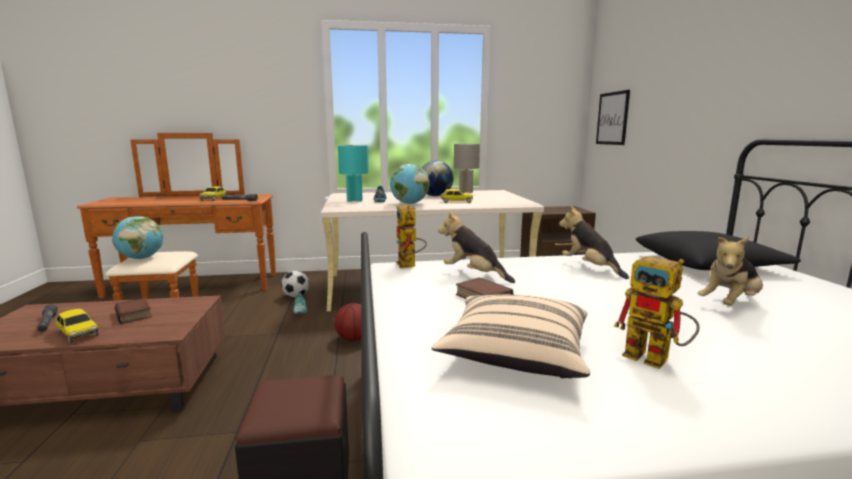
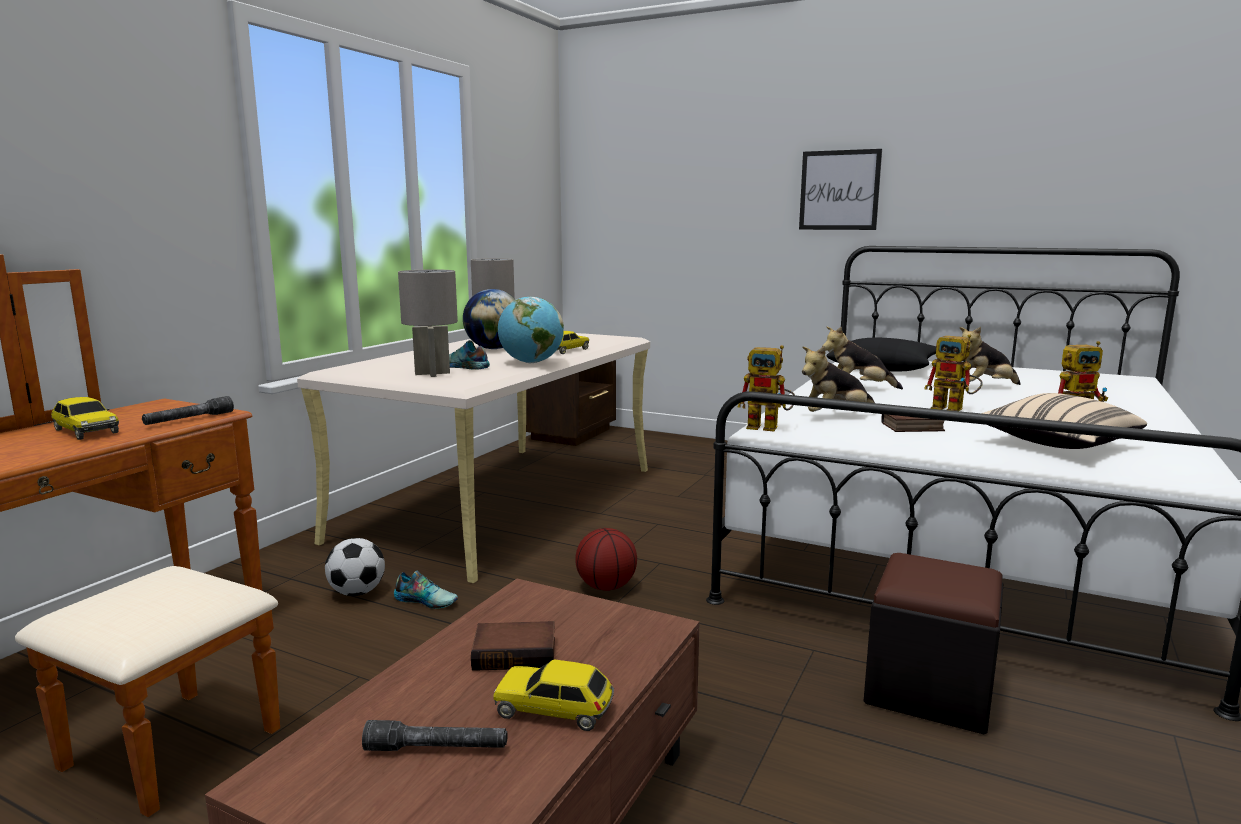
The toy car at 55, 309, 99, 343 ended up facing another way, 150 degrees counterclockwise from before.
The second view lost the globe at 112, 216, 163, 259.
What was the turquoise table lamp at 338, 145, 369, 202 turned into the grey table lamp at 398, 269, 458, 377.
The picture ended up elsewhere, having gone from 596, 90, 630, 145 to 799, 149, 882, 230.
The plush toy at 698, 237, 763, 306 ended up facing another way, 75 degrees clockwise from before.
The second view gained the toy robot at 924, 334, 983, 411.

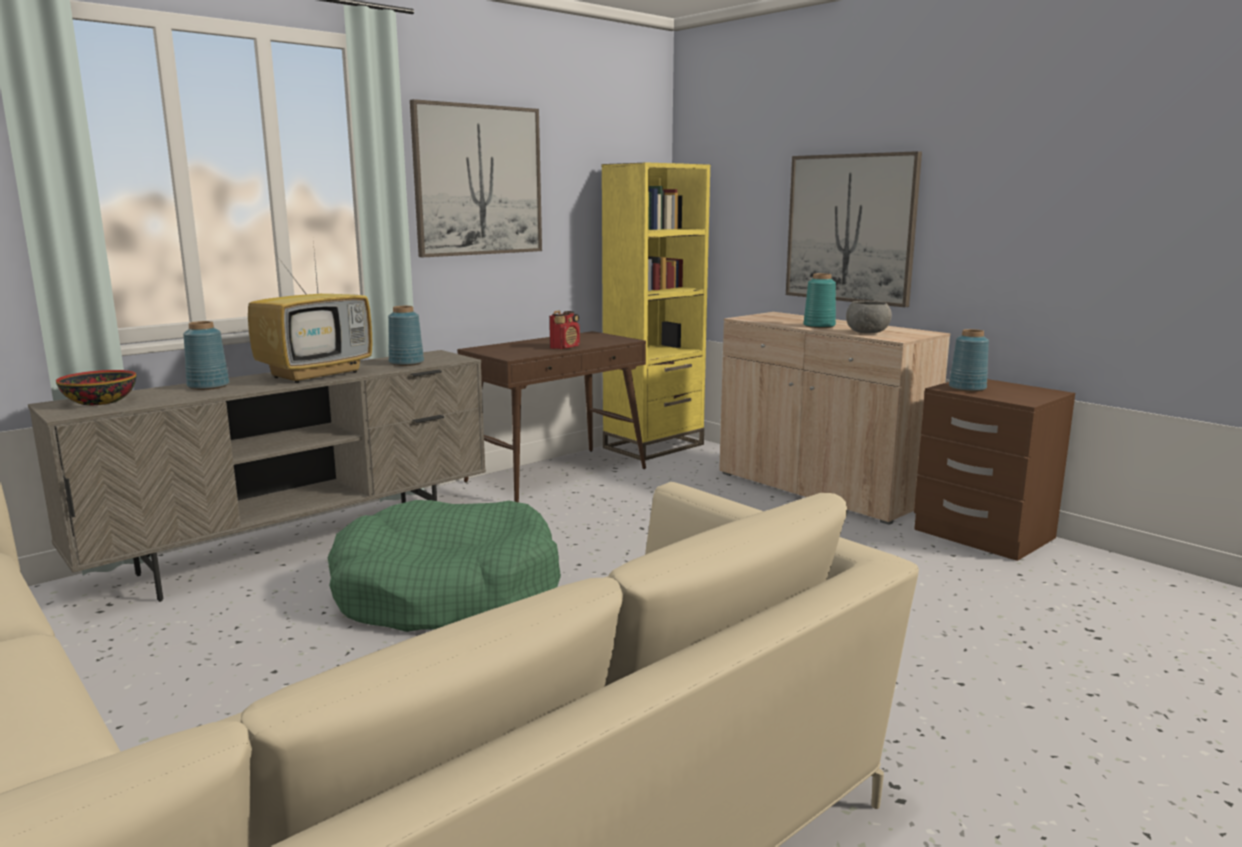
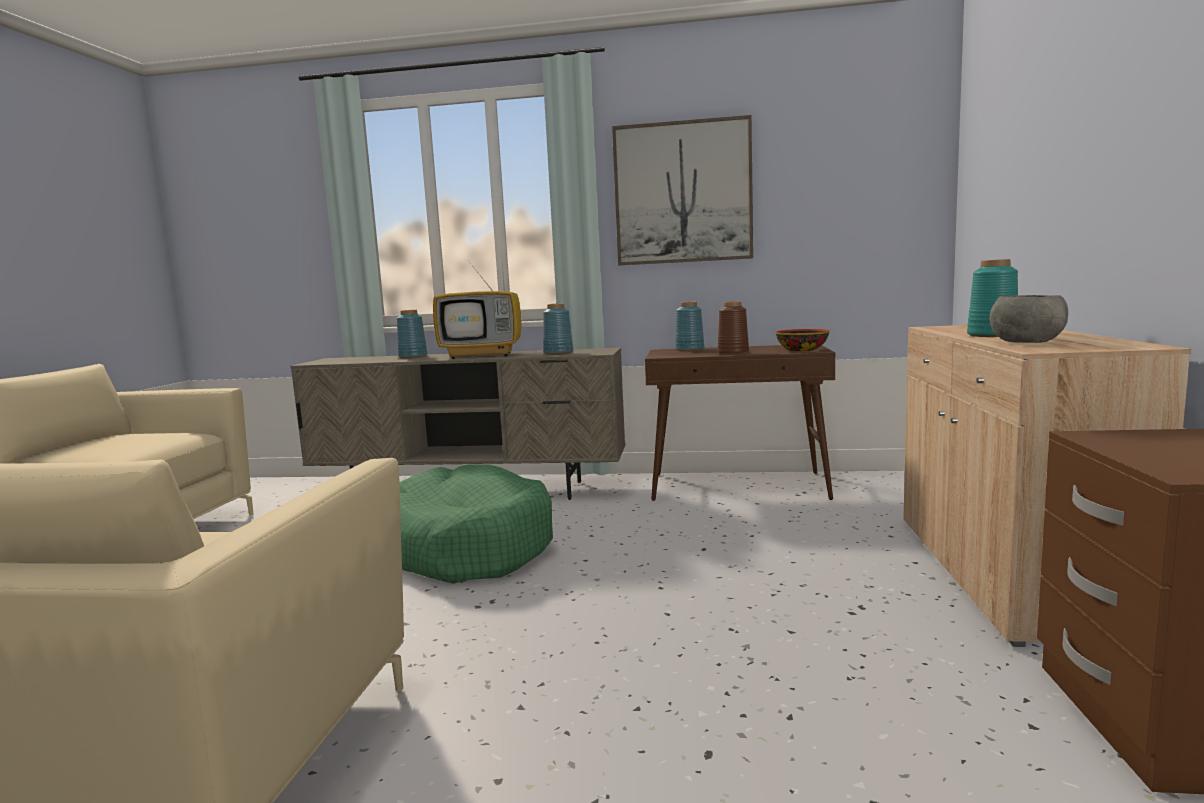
The bowl ended up elsewhere, having gone from 56, 370, 136, 405 to 776, 329, 829, 351.
Where the radio stood at 549, 310, 580, 349, the brown vase came to stand at 717, 301, 749, 355.
The second view lost the yellow bookcase at 602, 162, 710, 460.
The second view lost the picture at 786, 151, 922, 307.
The blue vase ended up elsewhere, having gone from 949, 329, 989, 392 to 675, 302, 704, 351.

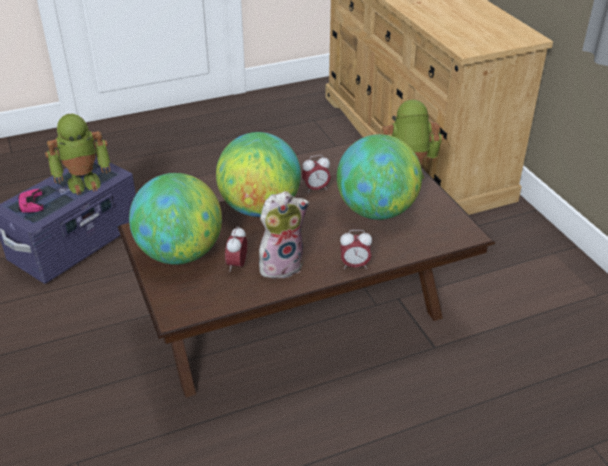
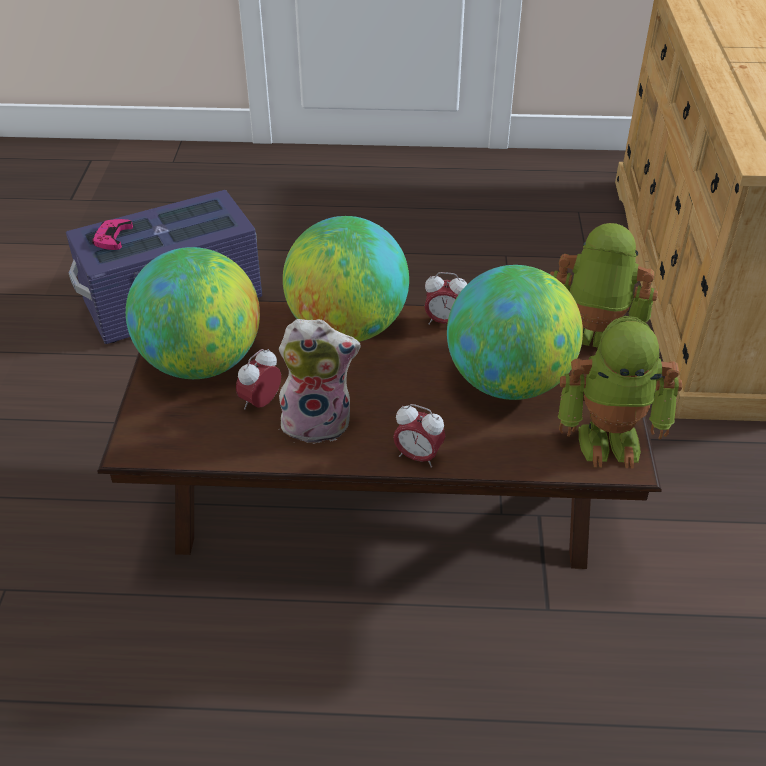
The toy robot ended up elsewhere, having gone from 45, 114, 111, 195 to 558, 316, 682, 468.

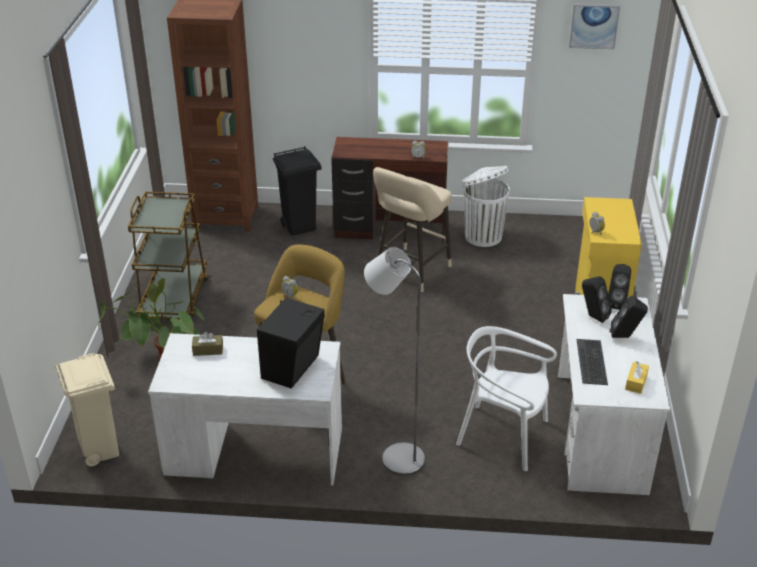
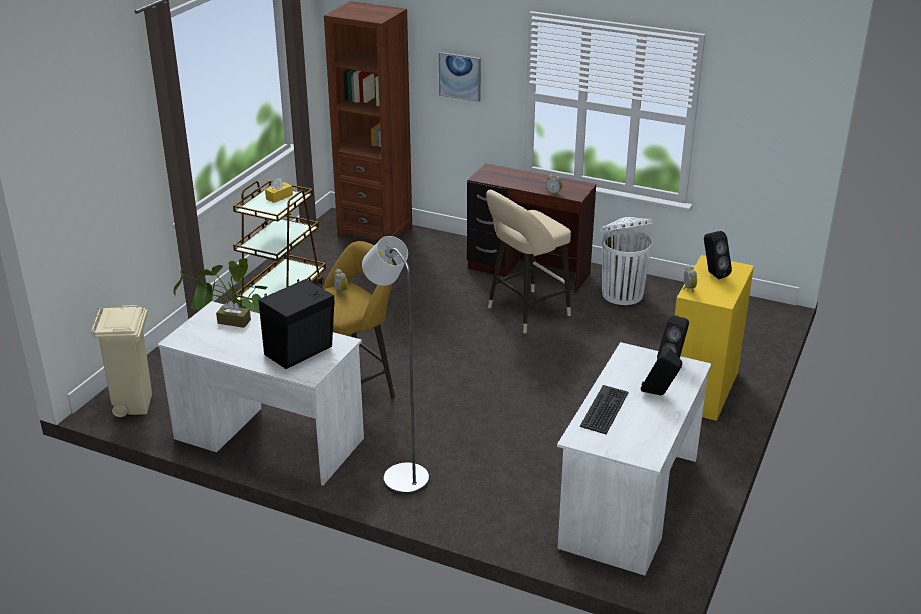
The second view lost the black trash can at 273, 146, 321, 236.
The second view lost the white chair at 456, 326, 557, 471.
The picture ended up elsewhere, having gone from 569, 4, 620, 49 to 439, 52, 481, 102.
The black speaker ended up elsewhere, having gone from 582, 276, 612, 323 to 704, 231, 732, 279.
The yellow tissue box ended up elsewhere, having gone from 625, 361, 649, 394 to 265, 178, 293, 203.

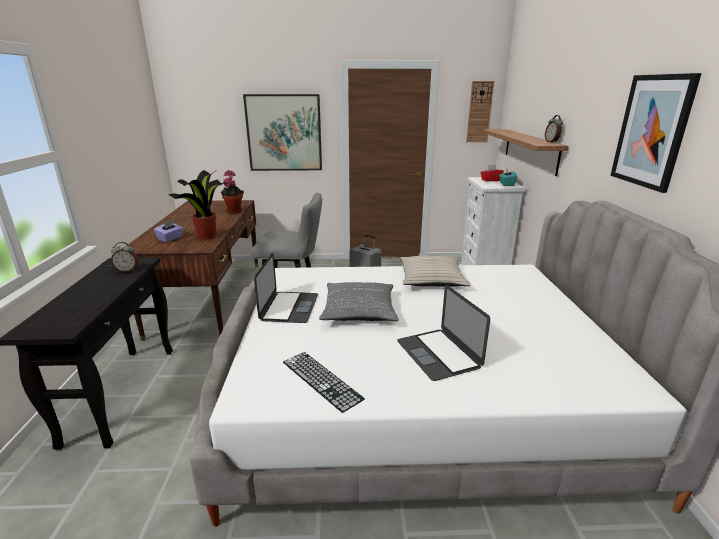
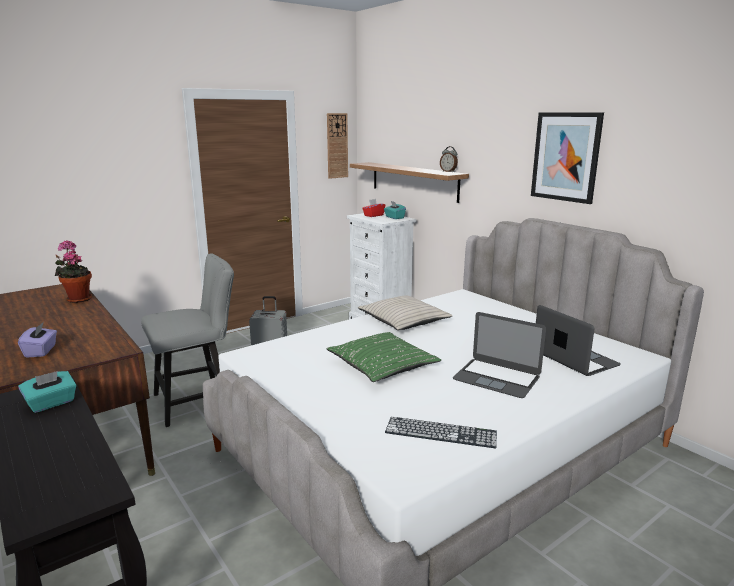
Where the alarm clock stood at 111, 242, 138, 272, the turquoise tissue box came to stand at 18, 371, 76, 413.
The second view lost the potted plant at 168, 170, 226, 240.
The second view lost the picture at 243, 94, 322, 171.
The laptop ended up elsewhere, having gone from 254, 253, 318, 323 to 536, 305, 621, 376.
What was the grey pillow at 319, 282, 399, 321 turned into the green pillow at 326, 332, 441, 382.

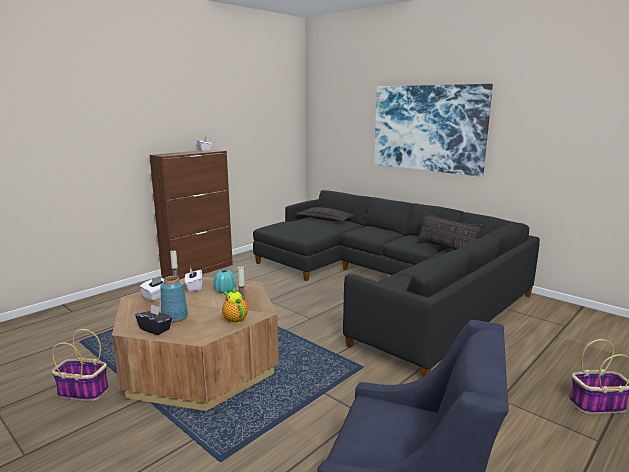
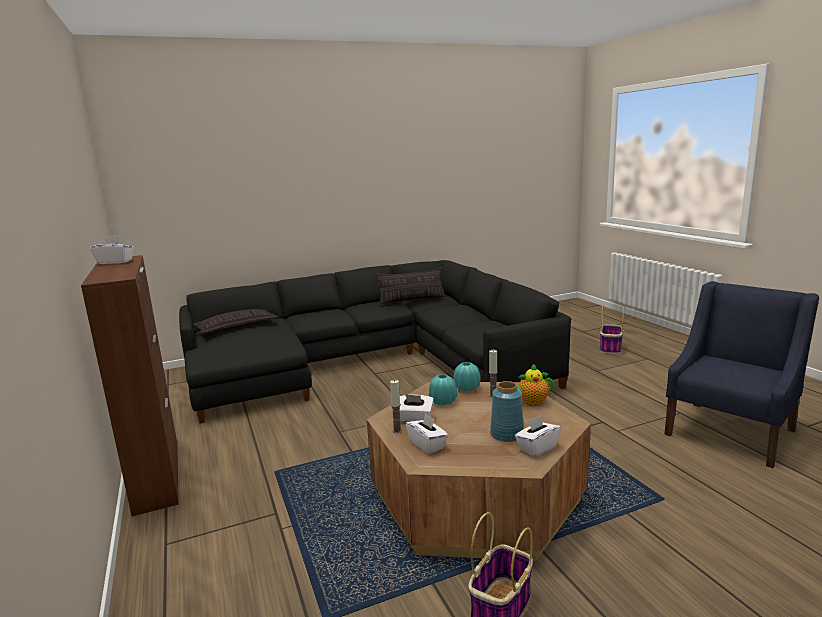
What was the black tissue box at 135, 304, 172, 335 turned into the white tissue box at 515, 415, 561, 457.
The second view lost the picture at 374, 84, 493, 176.
The second view gained the turquoise vase at 453, 362, 480, 391.

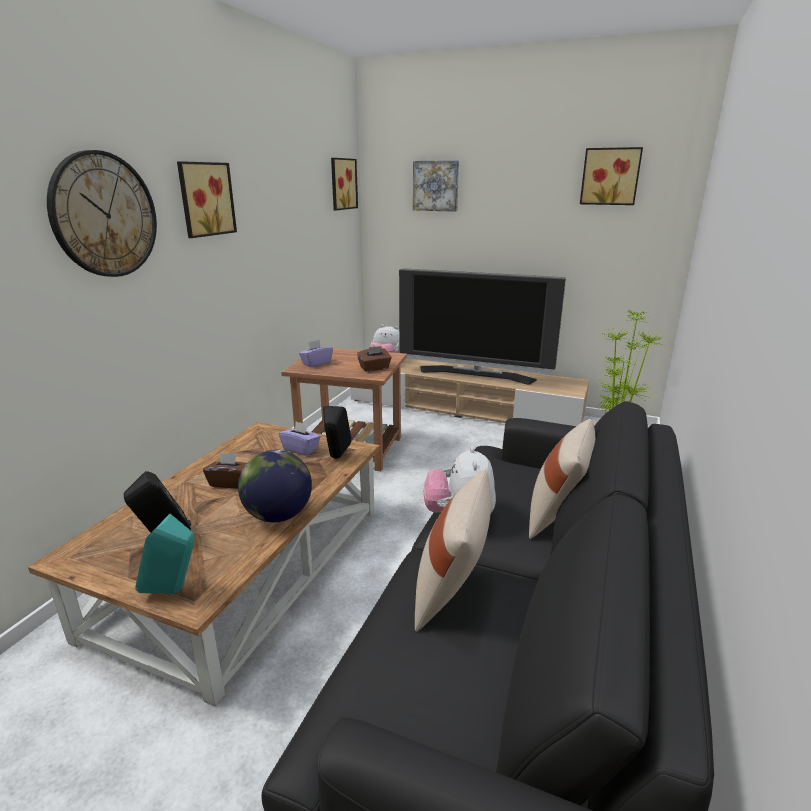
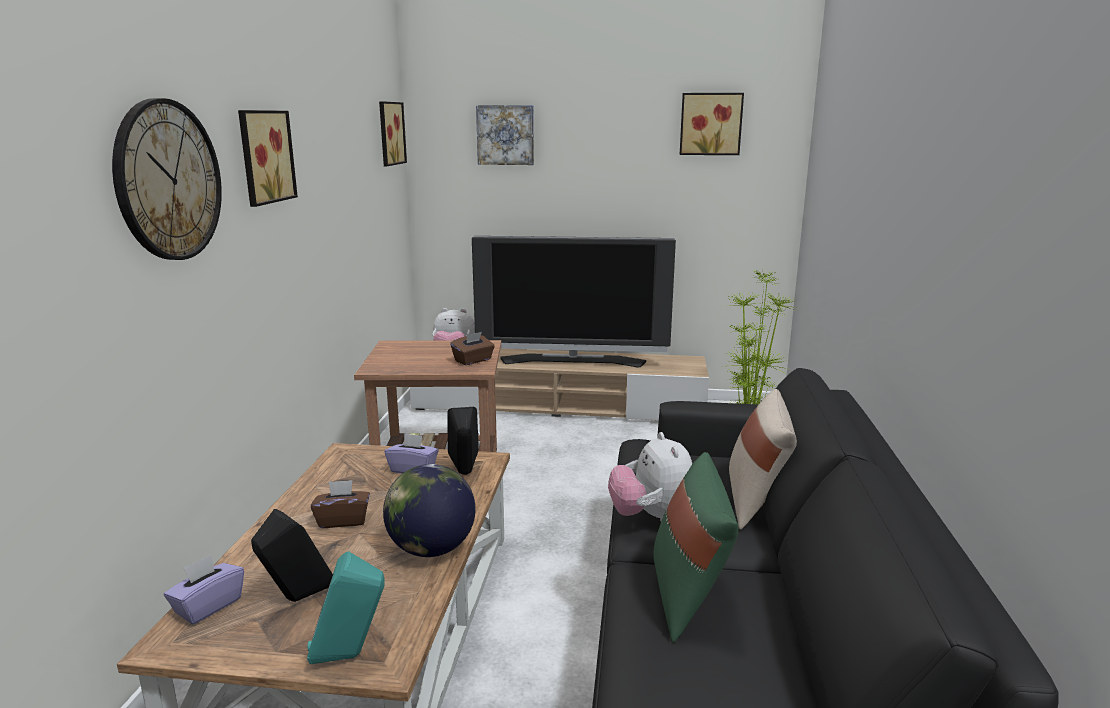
The purple tissue box ended up elsewhere, having gone from 299, 340, 333, 367 to 164, 555, 244, 625.
What was the beige pillow at 415, 471, 491, 632 turned into the green pillow at 653, 452, 739, 643.

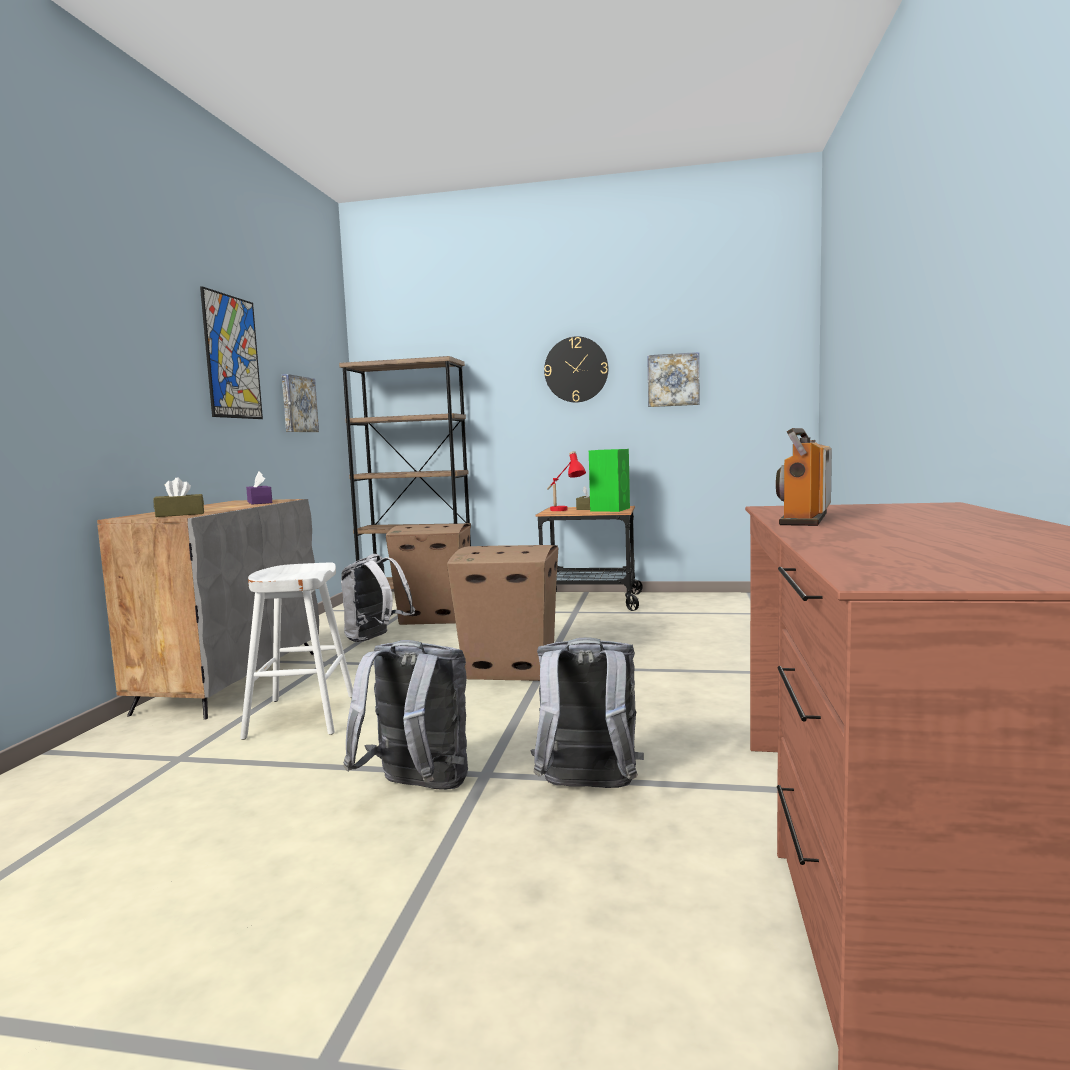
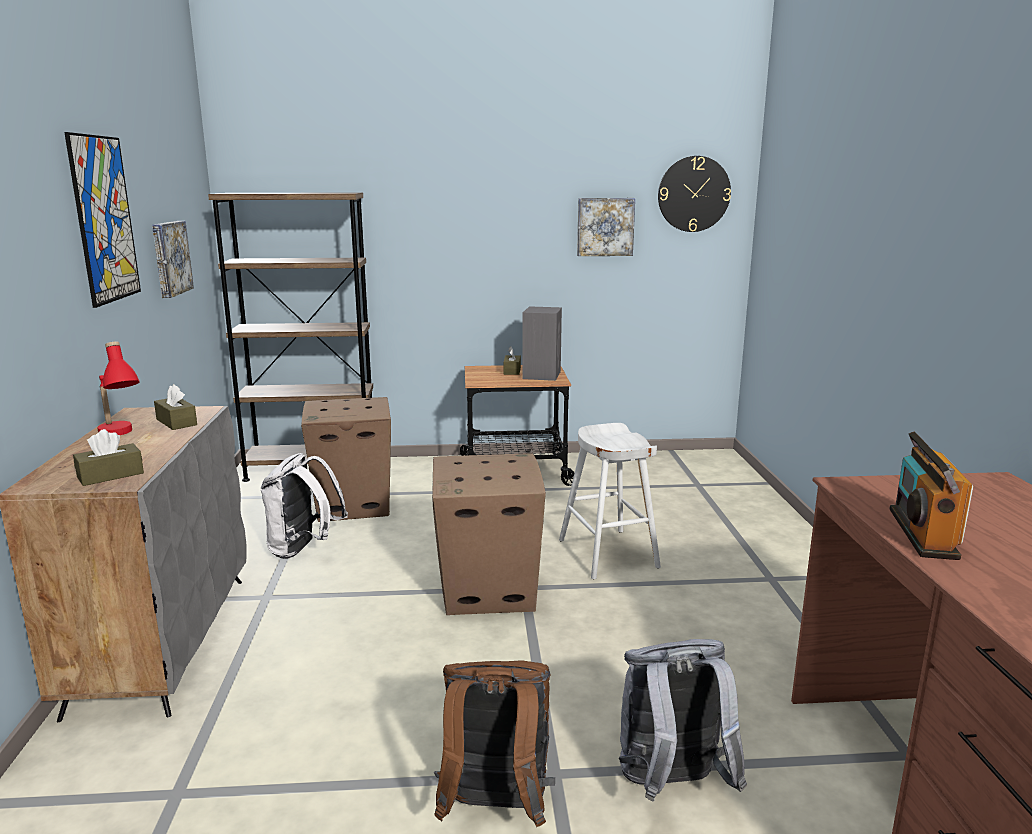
The white stool ended up elsewhere, having gone from 240, 563, 353, 740 to 559, 423, 661, 579.
What was the purple tissue box at 246, 472, 272, 504 turned into the brown tissue box at 154, 384, 197, 430.
What was the grey backpack at 343, 640, 468, 790 turned into the brown backpack at 434, 660, 555, 827.
The wall clock ended up elsewhere, having gone from 544, 336, 608, 402 to 658, 156, 731, 232.
The red table lamp ended up elsewhere, having gone from 547, 451, 586, 511 to 97, 342, 140, 435.
What was the green speaker at 589, 449, 630, 512 turned into the grey speaker at 522, 306, 562, 381.

